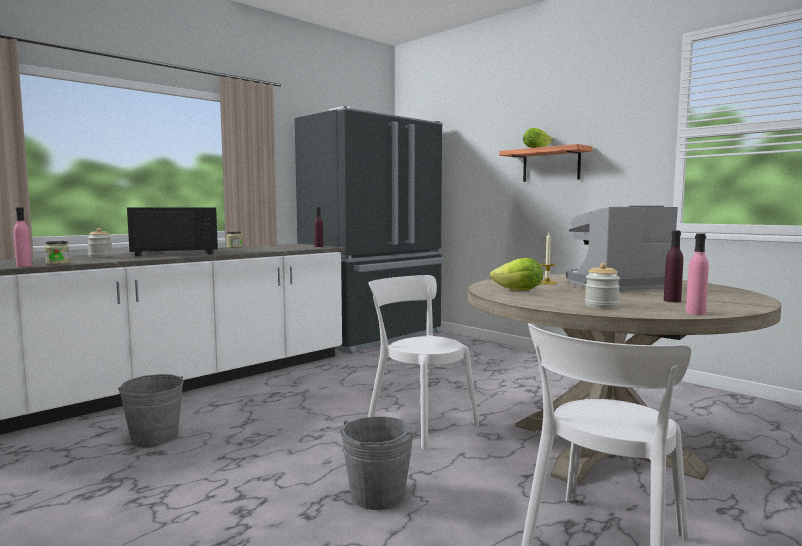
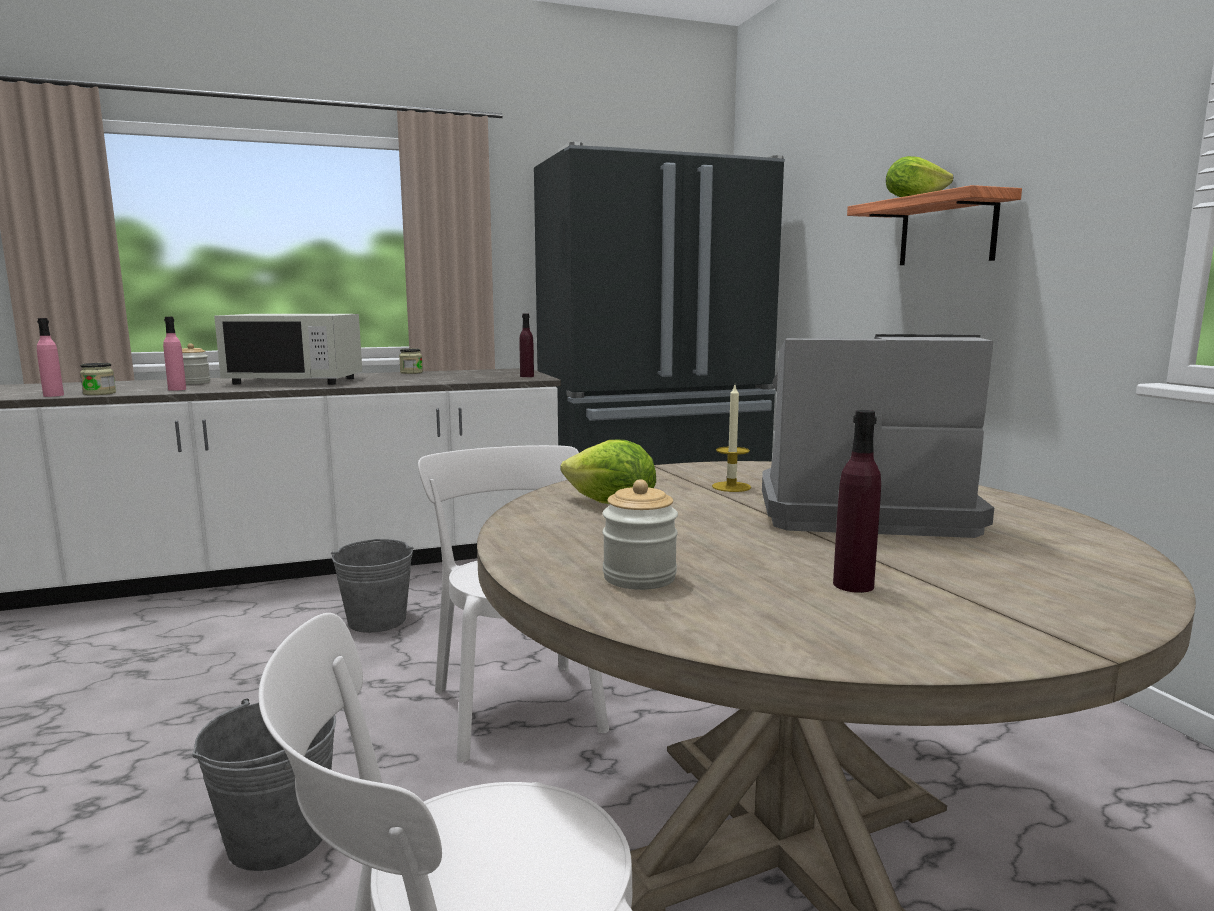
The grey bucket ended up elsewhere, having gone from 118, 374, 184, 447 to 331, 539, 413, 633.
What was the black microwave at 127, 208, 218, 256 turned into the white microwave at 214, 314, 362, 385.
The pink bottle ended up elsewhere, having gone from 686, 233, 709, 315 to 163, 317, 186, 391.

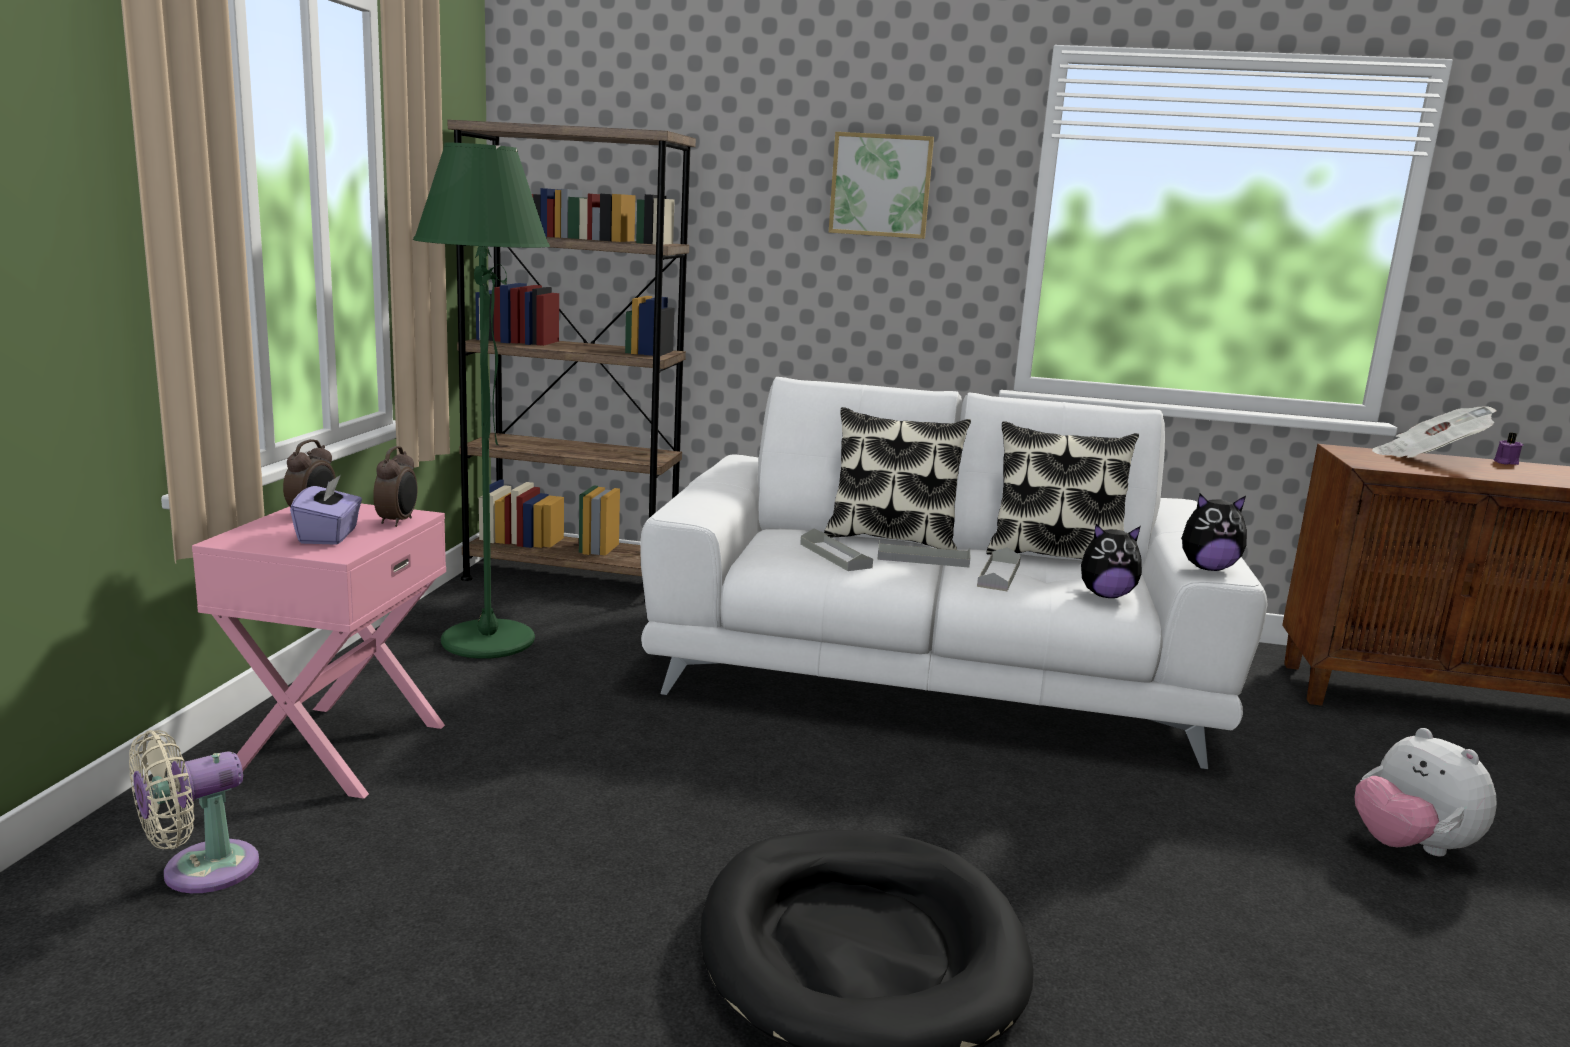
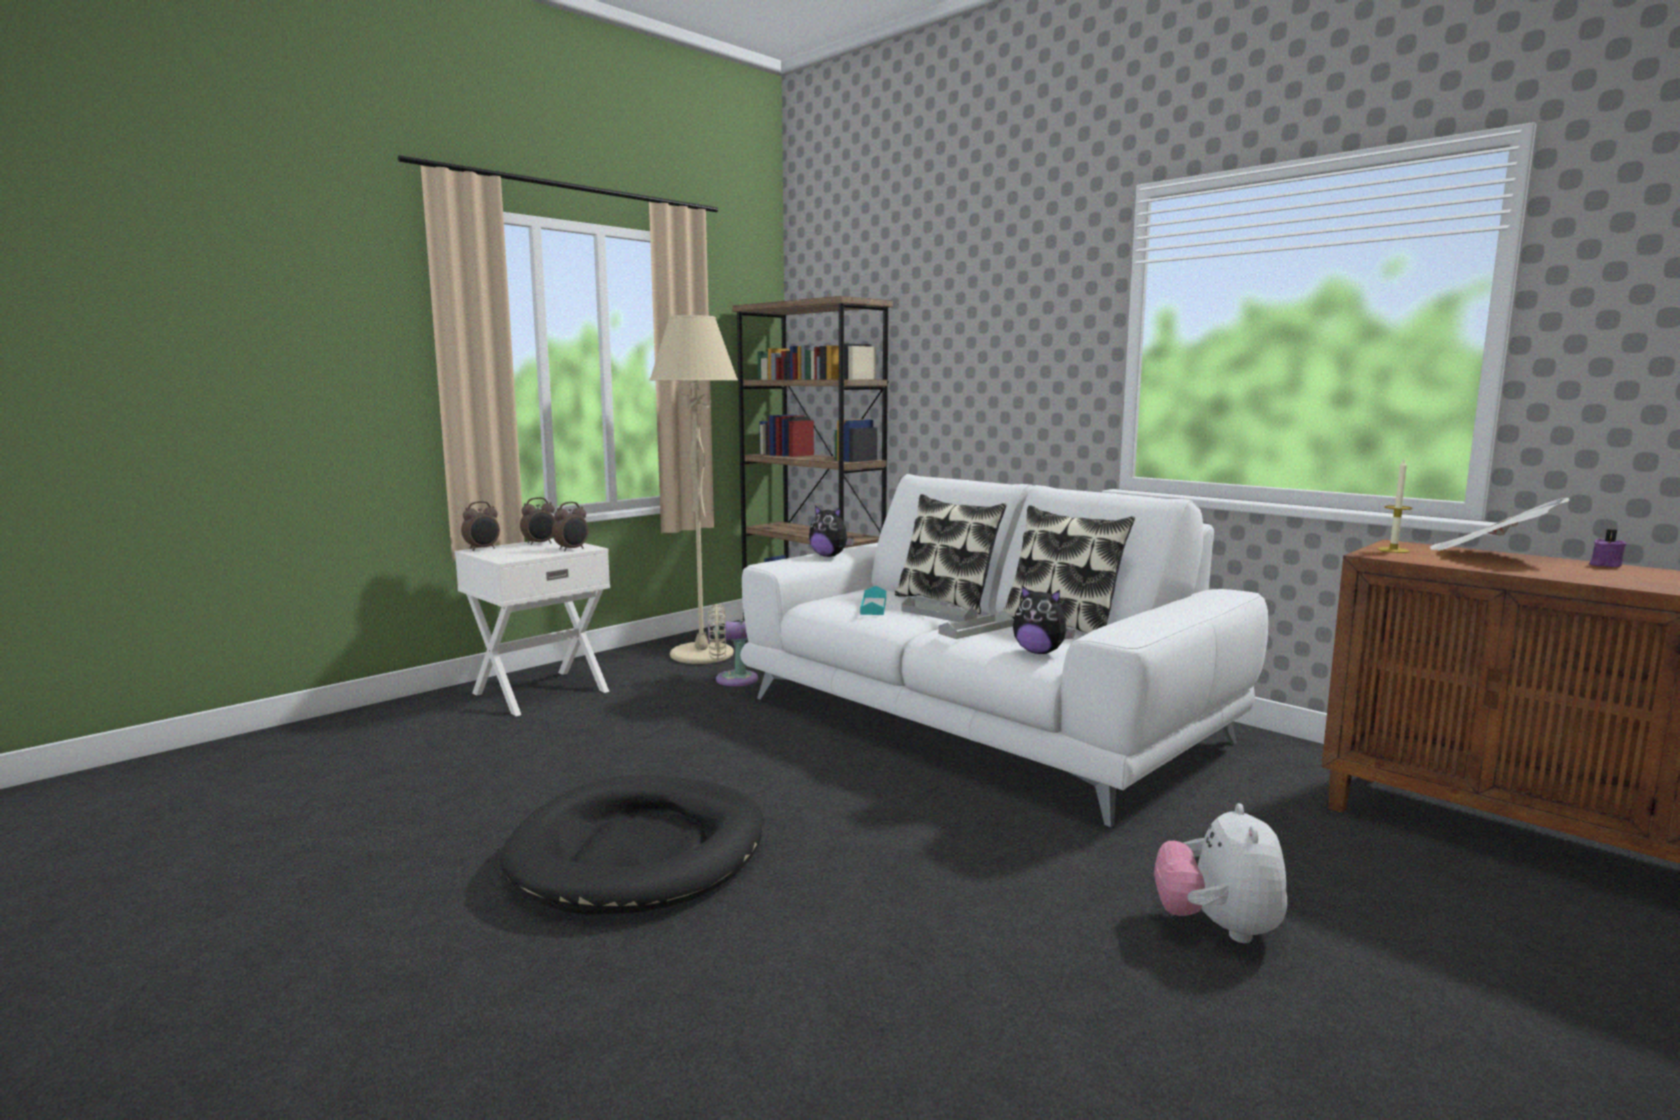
The beige fan ended up elsewhere, having gone from 129, 730, 259, 893 to 708, 604, 758, 686.
What was the pink nightstand at 192, 504, 446, 799 turned into the white nightstand at 455, 538, 610, 716.
The second view lost the purple tissue box at 290, 475, 362, 545.
What was the green floor lamp at 413, 143, 550, 659 turned into the beige floor lamp at 649, 315, 738, 664.
What was the grey tray at 800, 528, 873, 571 turned into the turquoise tray at 860, 586, 886, 615.
The second view lost the picture at 829, 132, 934, 239.
The plush toy ended up elsewhere, having gone from 1181, 494, 1247, 571 to 809, 505, 854, 557.
The second view gained the alarm clock at 461, 501, 500, 551.
The second view gained the candle at 1377, 459, 1412, 553.

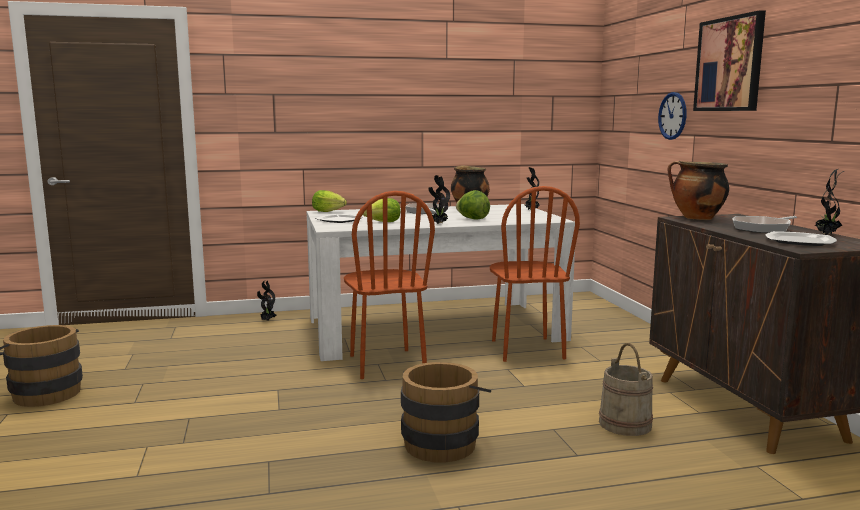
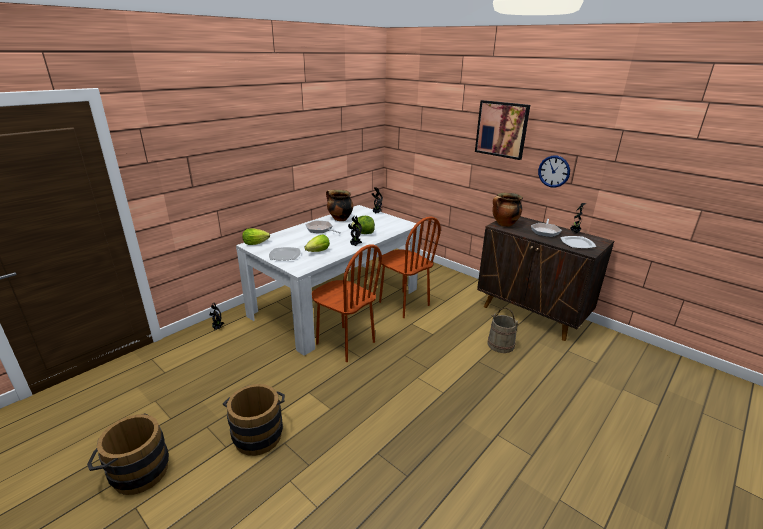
The brown bucket ended up elsewhere, having gone from 401, 362, 491, 463 to 223, 384, 285, 456.
The wall clock ended up elsewhere, having gone from 658, 92, 687, 140 to 538, 156, 570, 188.

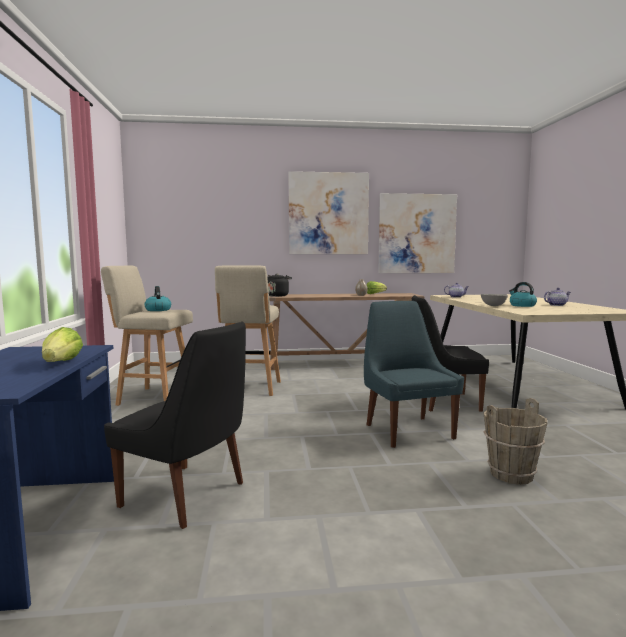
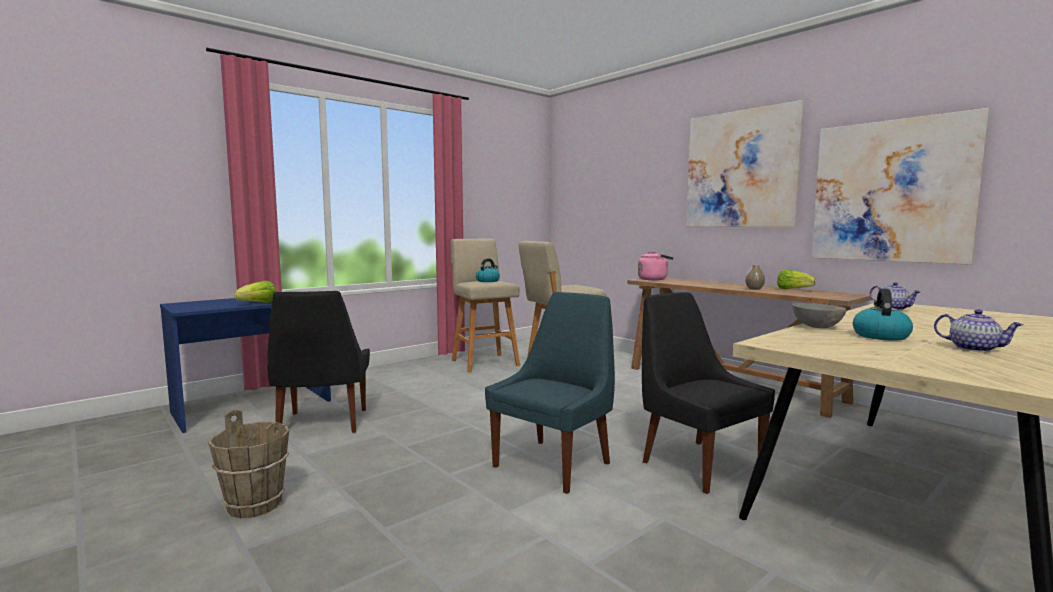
What was the black kettle at 268, 273, 292, 297 turned into the pink kettle at 638, 251, 673, 280.
The brown bucket ended up elsewhere, having gone from 484, 398, 548, 485 to 208, 410, 289, 518.

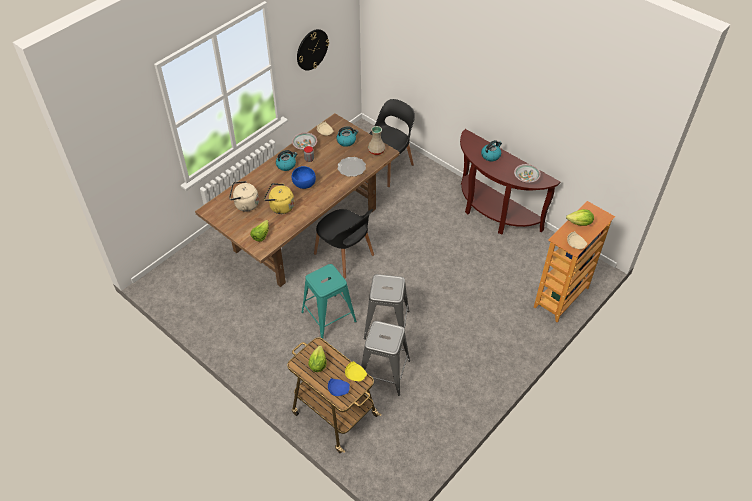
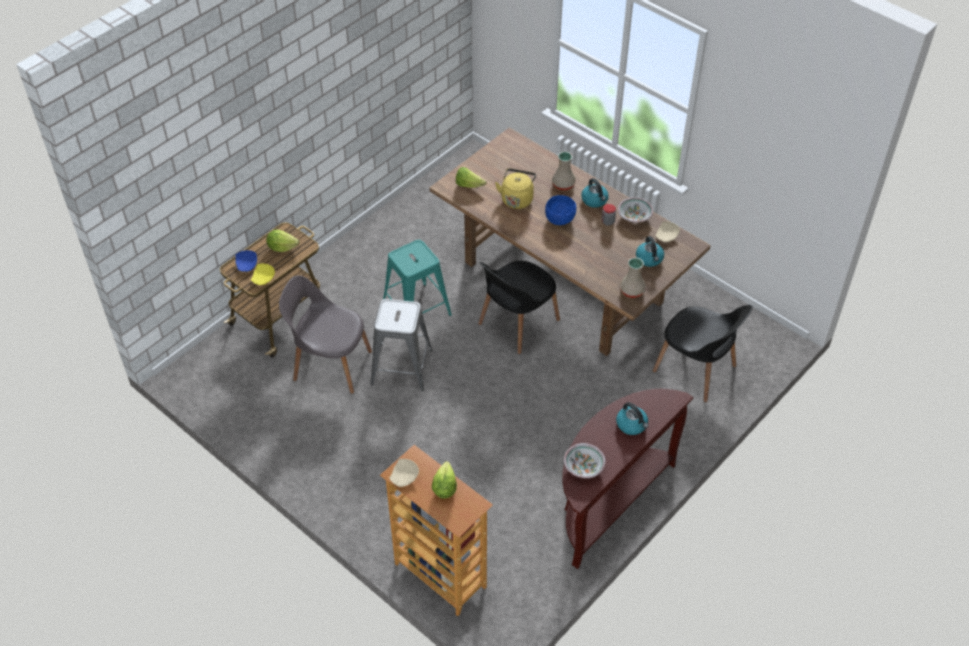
The second view lost the beige kettle at 229, 181, 259, 212.
The second view lost the wall clock at 297, 29, 329, 70.
The second view lost the plate at 338, 157, 366, 177.
Where the grey stool stood at 361, 321, 410, 396, the grey chair came to stand at 279, 275, 372, 394.
The second view gained the beige vase at 552, 152, 576, 190.

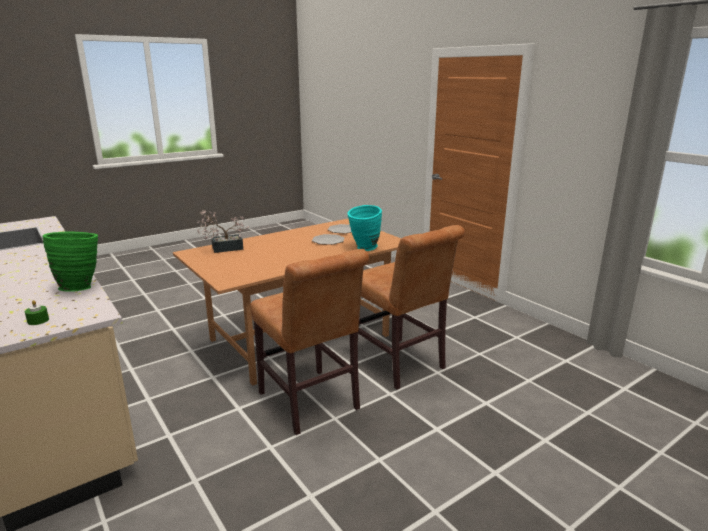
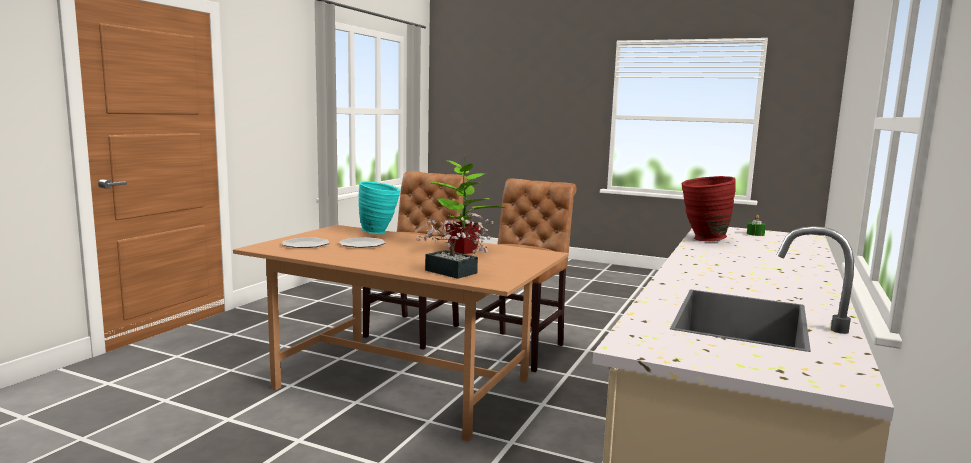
What was the green vase at 43, 231, 98, 292 turned into the red vase at 681, 176, 736, 241.
The second view gained the potted plant at 431, 156, 506, 254.

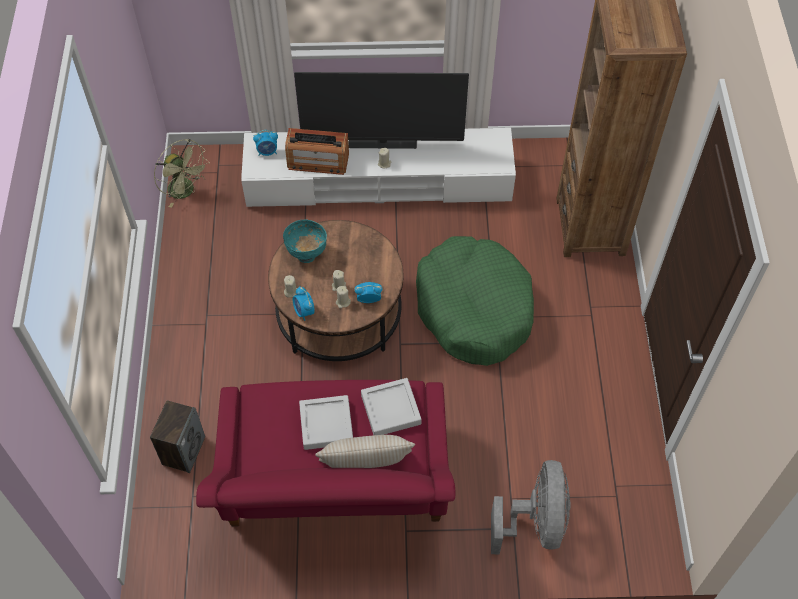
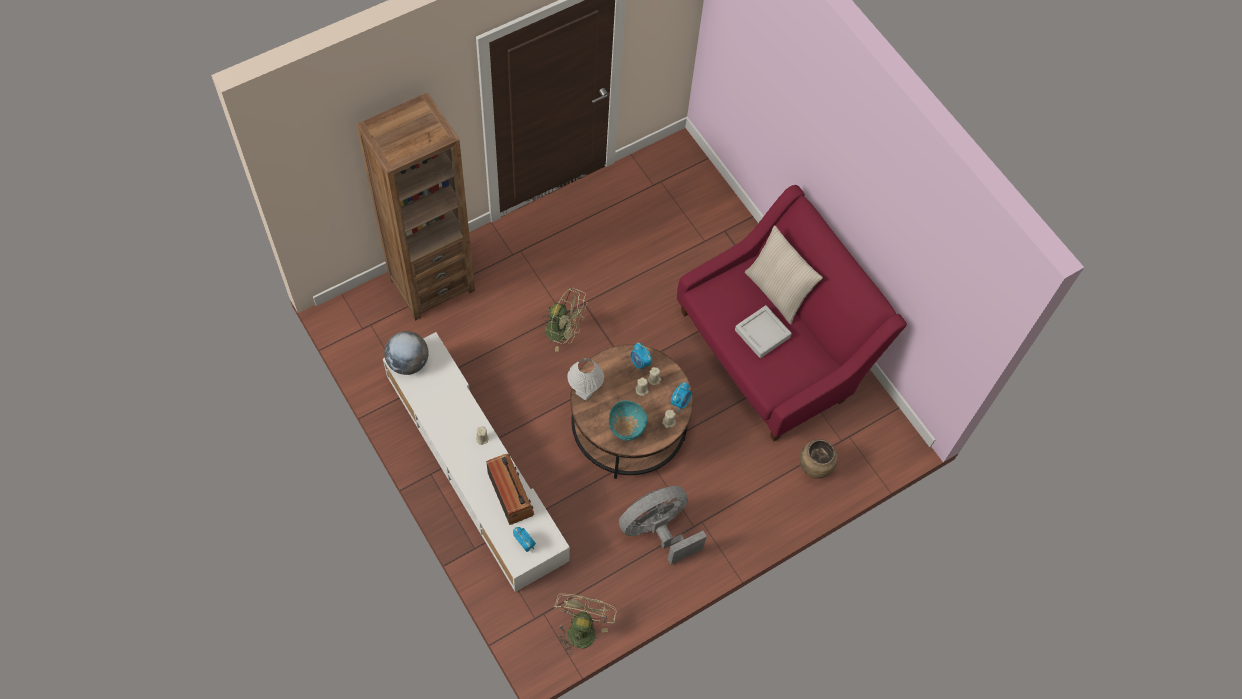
Where the speaker stood at 150, 400, 205, 473, the brown vase came to stand at 800, 439, 838, 479.
The second view lost the television at 294, 72, 469, 149.
The second view lost the grey tray at 361, 378, 422, 435.
Where the green dog bed stood at 416, 236, 534, 366, the green fan came to stand at 543, 288, 588, 352.
The grey fan ended up elsewhere, having gone from 491, 460, 571, 555 to 619, 486, 707, 565.
The second view gained the globe at 384, 331, 429, 375.
The second view gained the white table lamp at 567, 358, 604, 401.

